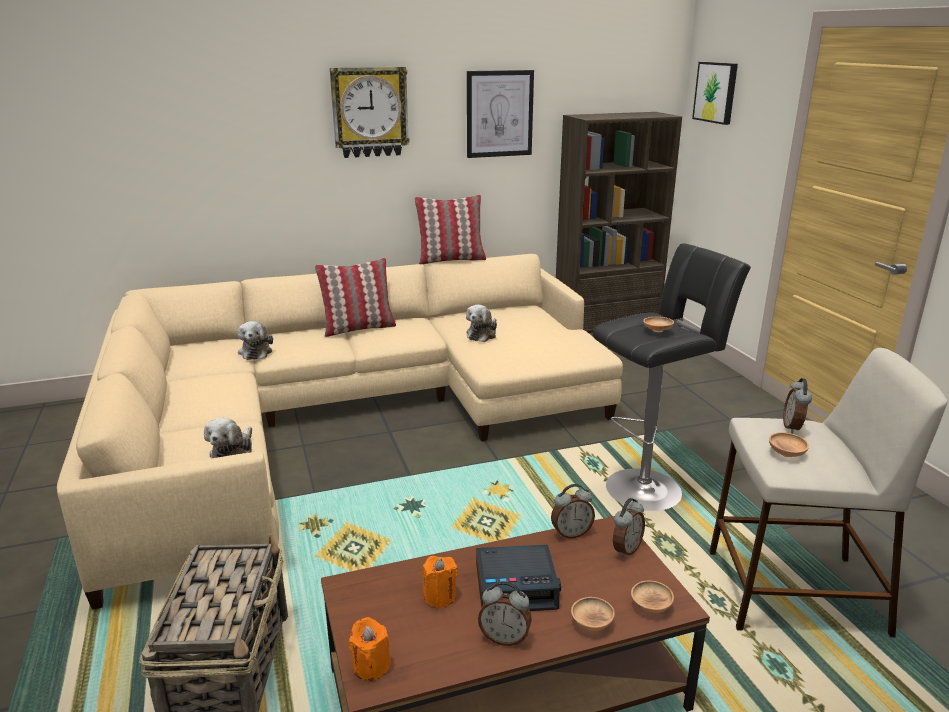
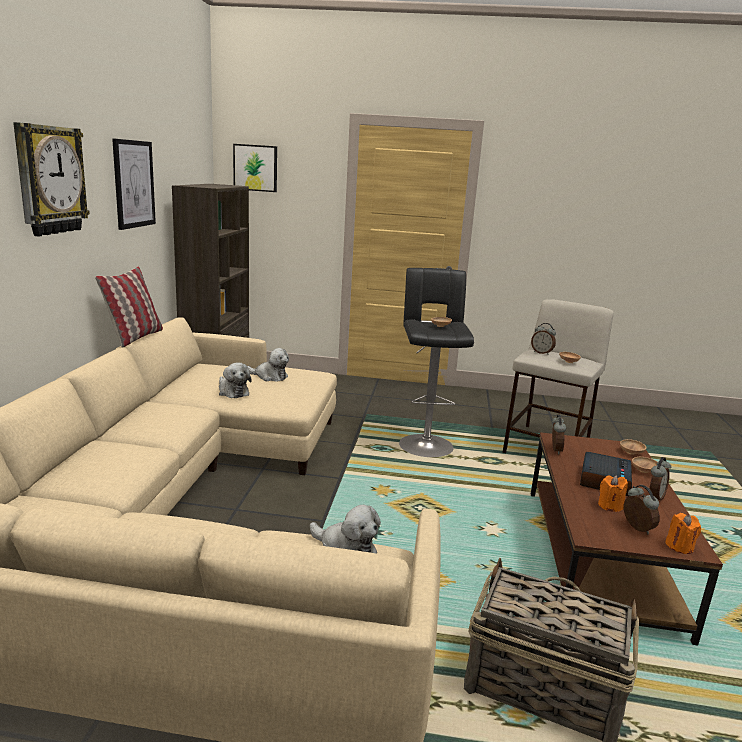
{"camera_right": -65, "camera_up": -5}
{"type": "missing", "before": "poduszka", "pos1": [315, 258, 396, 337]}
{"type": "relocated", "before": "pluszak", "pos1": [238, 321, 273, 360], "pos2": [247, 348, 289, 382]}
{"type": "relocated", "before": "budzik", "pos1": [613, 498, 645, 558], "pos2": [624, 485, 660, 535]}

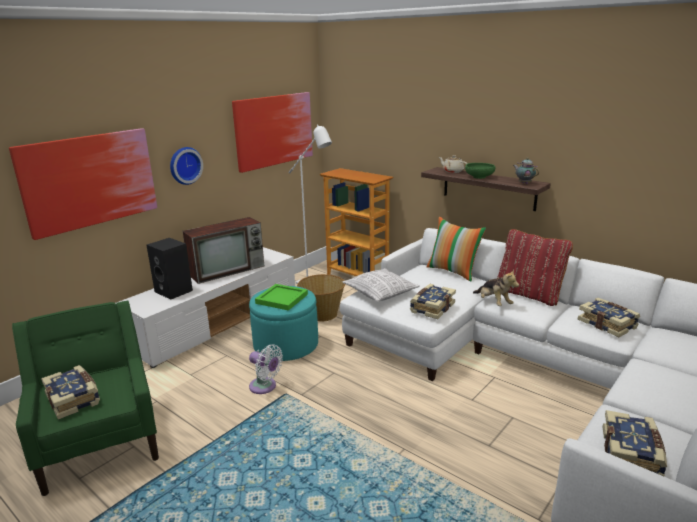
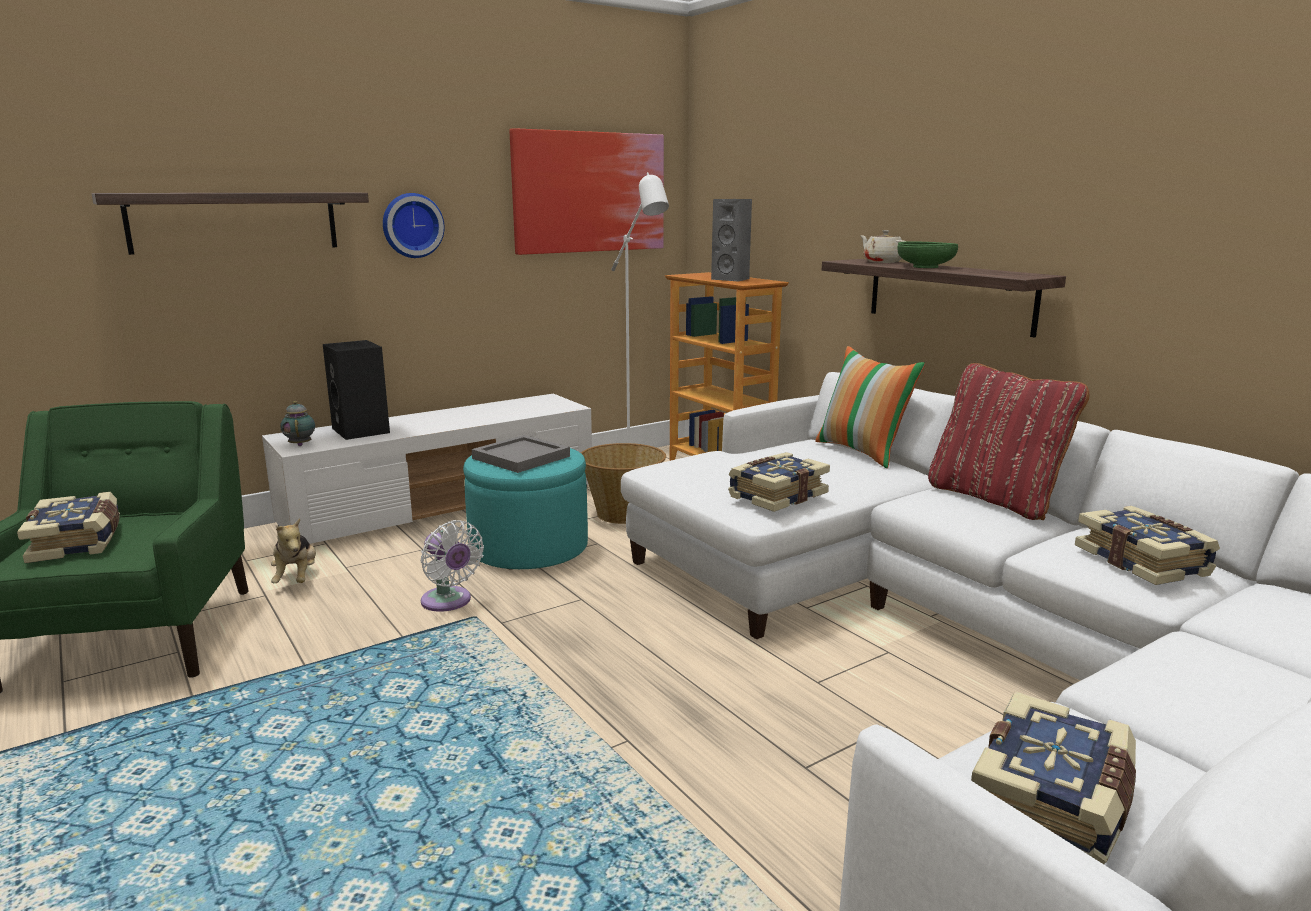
{"camera_right": 15, "camera_up": -5}
{"type": "missing", "before": "telewizor", "pos1": [183, 217, 264, 284]}
{"type": "missing", "before": "poduszka", "pos1": [342, 268, 420, 302]}
{"type": "appeared", "after": "głośnik/szary", "pos2": [711, 199, 752, 282]}
{"type": "relocated", "before": "pluszak", "pos1": [473, 269, 519, 306], "pos2": [271, 518, 316, 583]}
{"type": "relocated", "before": "imbryk", "pos1": [513, 158, 539, 184], "pos2": [280, 401, 315, 446]}
{"type": "exchanged", "before": "obraz", "after": "półka", "pos1": [9, 128, 157, 240], "pos2": [92, 193, 369, 255]}
{"type": "colour", "before": "taca/zielony", "after": "taca/szary", "pos1": [255, 284, 308, 311], "pos2": [472, 435, 570, 473]}

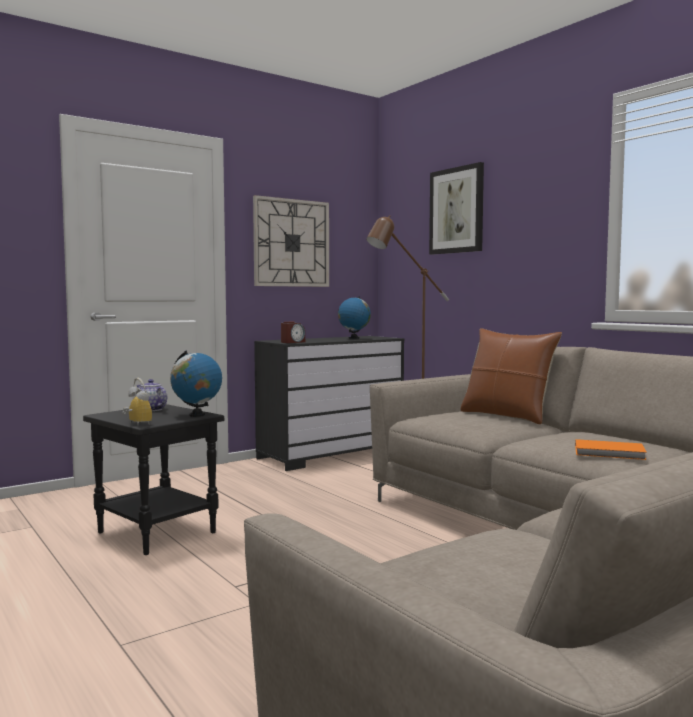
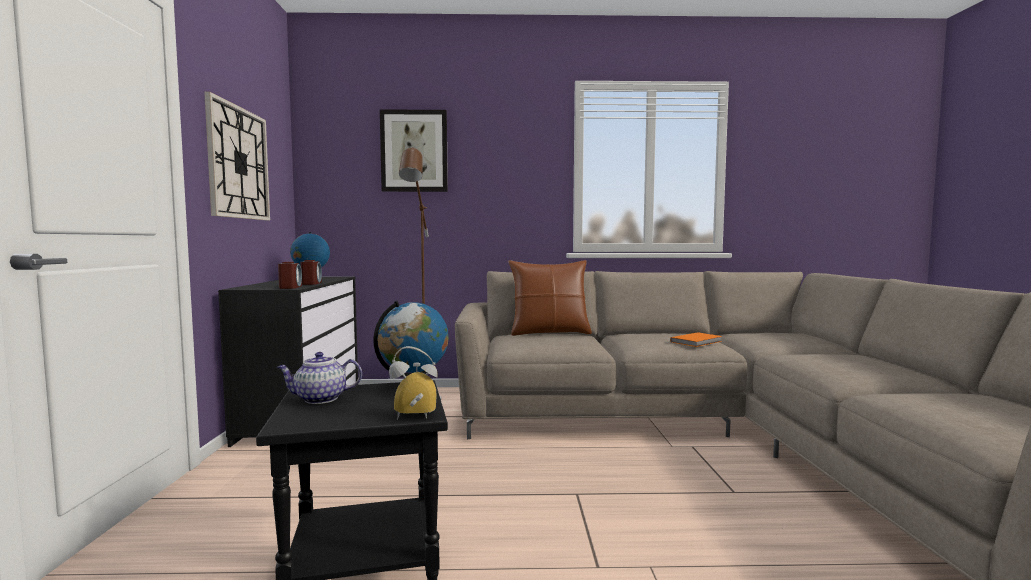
{"camera_right": -55, "camera_up": 0}
{"type": "appeared", "after": "budzik", "pos2": [301, 260, 322, 285]}

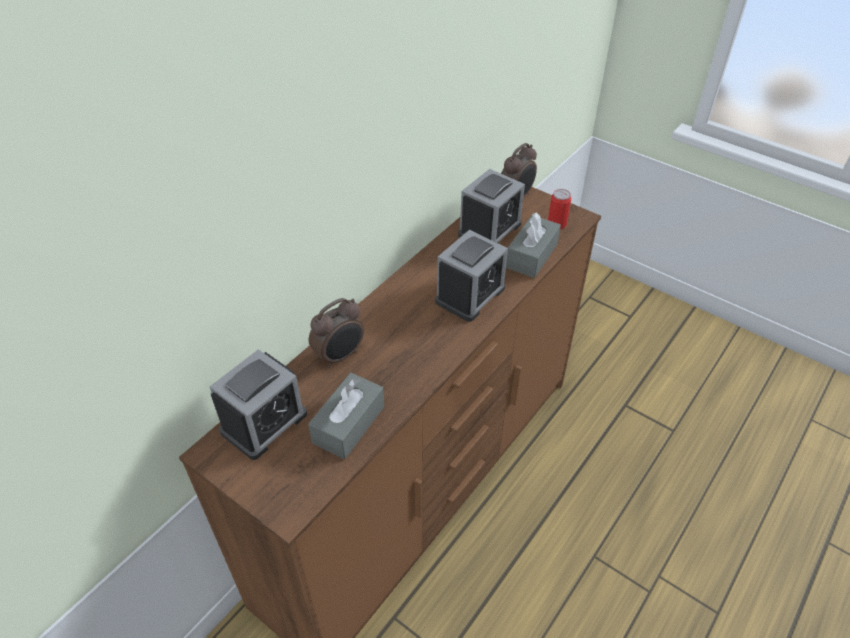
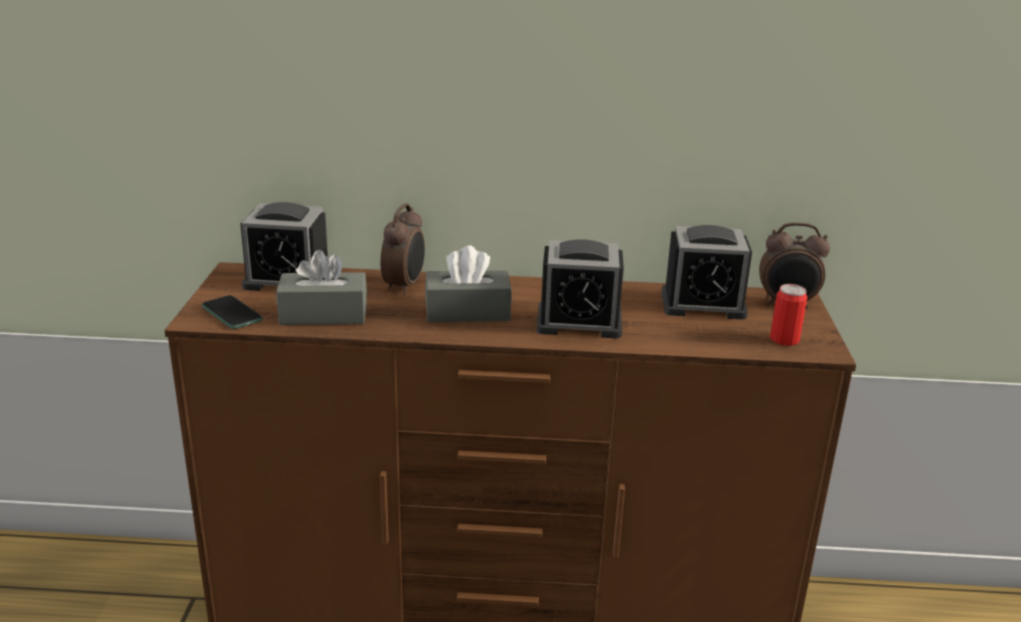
{"camera_right": 55, "camera_up": -20}
{"type": "appeared", "after": "telefon", "pos2": [202, 295, 263, 329]}
{"type": "relocated", "before": "pudełko chusteczek/szary", "pos1": [506, 212, 561, 278], "pos2": [425, 245, 512, 322]}
{"type": "spun", "before": "budzik", "pos1": [309, 298, 364, 368], "pos2": [380, 203, 425, 295], "turn": -90}

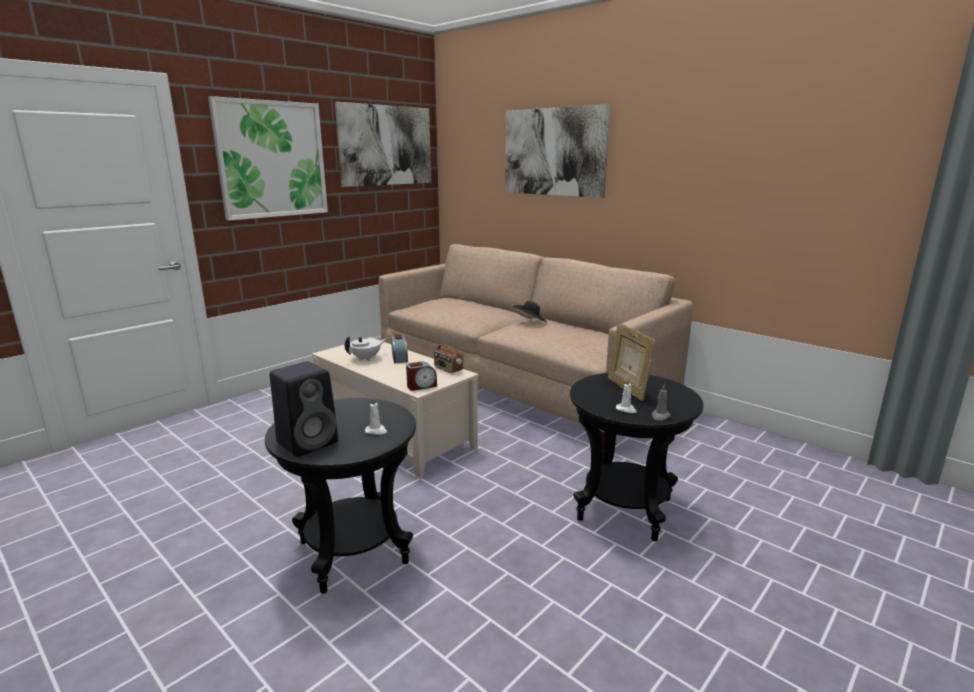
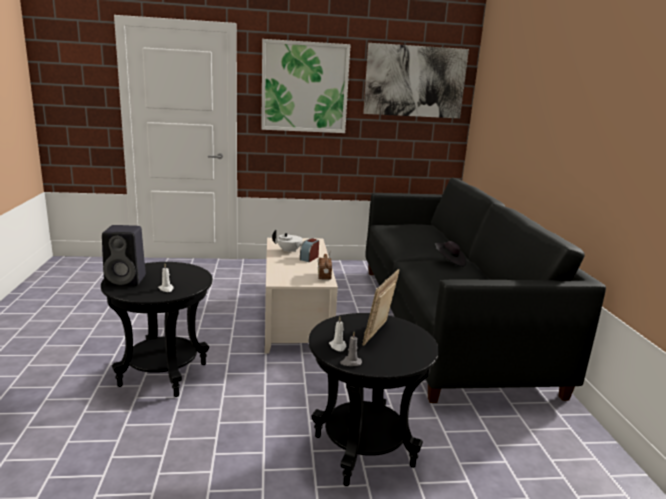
{"camera_right": 40, "camera_up": 0}
{"type": "missing", "before": "budzik", "pos1": [406, 362, 437, 391]}
{"type": "missing", "before": "obraz", "pos1": [505, 104, 611, 198]}
{"type": "colour", "before": "kanapa/beżowy", "after": "kanapa/czarny", "pos1": [379, 244, 693, 447], "pos2": [366, 178, 606, 403]}

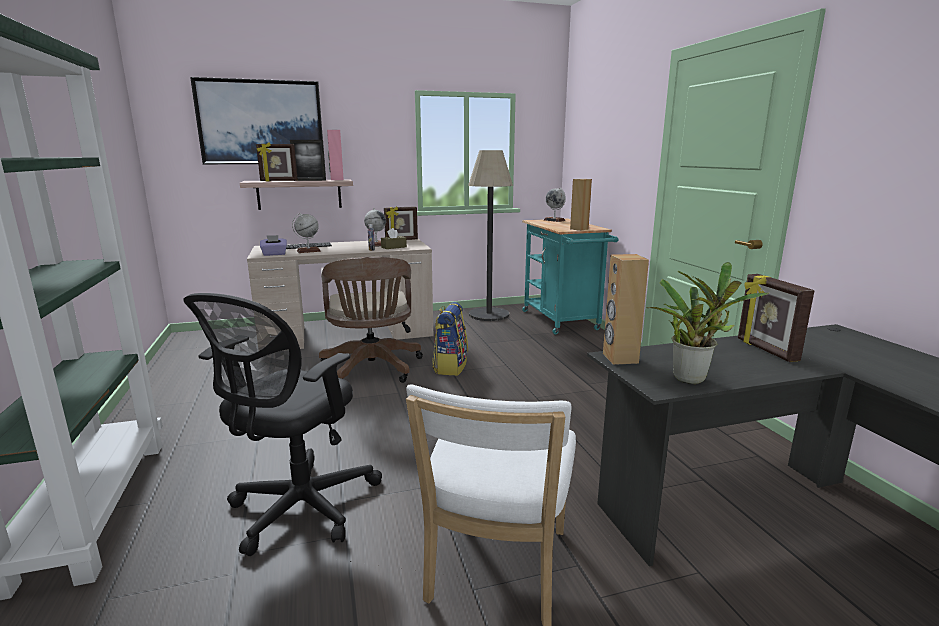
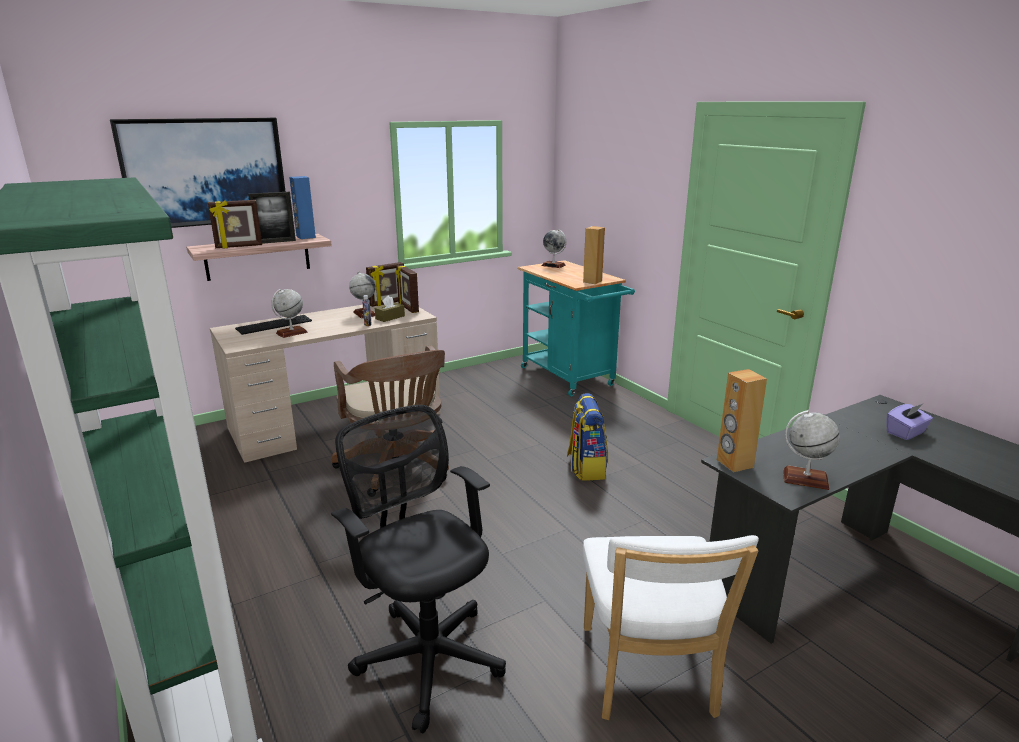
{"camera_right": -15, "camera_up": 5}
{"type": "missing", "before": "lampa stojąca", "pos1": [468, 150, 513, 321]}
{"type": "relocated", "before": "pudełko chusteczek/fioletowy", "pos1": [260, 235, 287, 256], "pos2": [886, 404, 933, 440]}
{"type": "relocated", "before": "plecak", "pos1": [432, 302, 468, 376], "pos2": [567, 393, 608, 480]}
{"type": "relocated", "before": "ramka na zdjęcie", "pos1": [738, 274, 815, 362], "pos2": [395, 265, 419, 313]}
{"type": "exchanged", "before": "roślina doniczkowa", "after": "globus", "pos1": [647, 262, 769, 384], "pos2": [783, 410, 840, 490]}
{"type": "colour", "before": "głośnik/różowy", "after": "głośnik/niebieski", "pos1": [327, 130, 344, 180], "pos2": [289, 176, 316, 239]}
{"type": "spun", "before": "krzesło biurowe/czarny", "pos1": [183, 293, 382, 556], "pos2": [331, 405, 506, 733], "turn": 135}

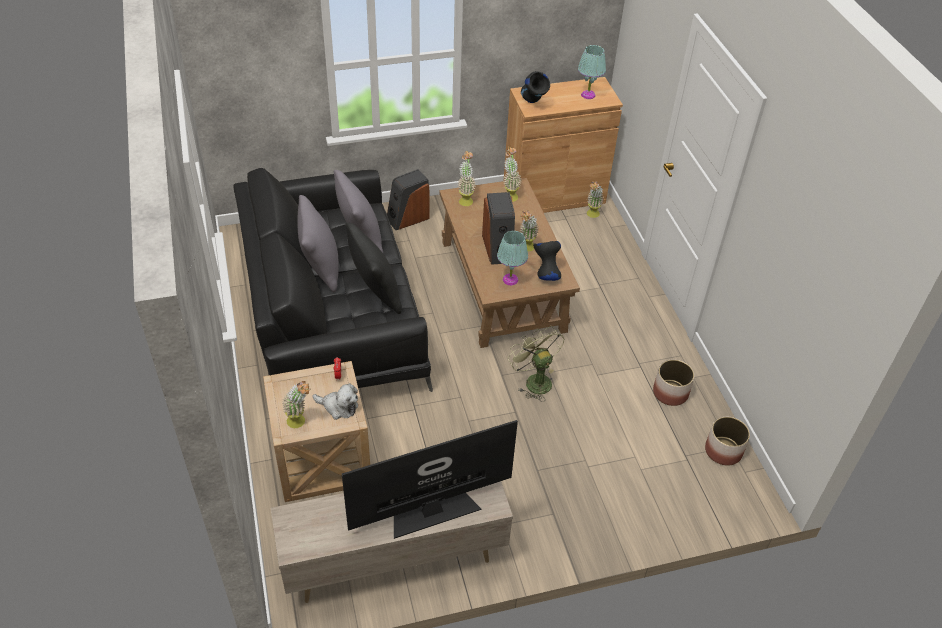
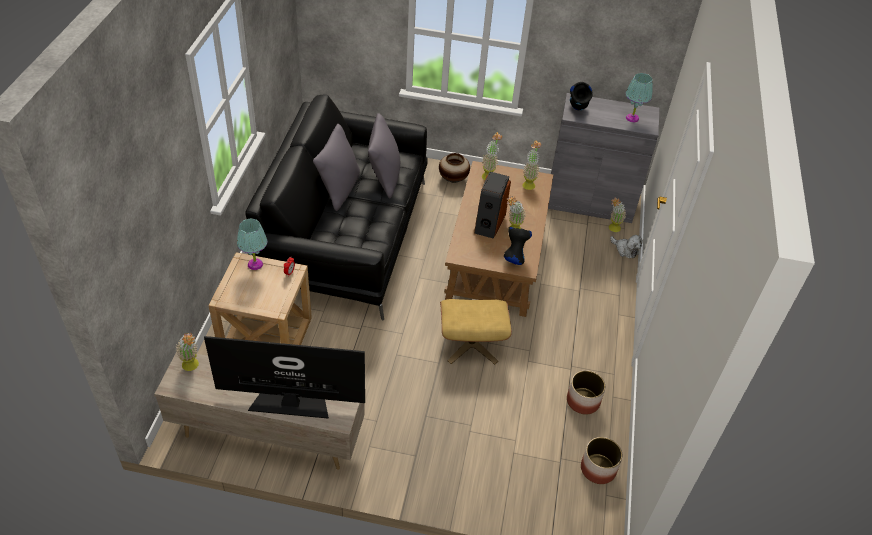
{"camera_right": 25, "camera_up": 0}
{"type": "missing", "before": "poduszka/czarny", "pos1": [345, 222, 402, 314]}
{"type": "relocated", "before": "roślina doniczkowa", "pos1": [282, 381, 311, 428], "pos2": [176, 333, 199, 371]}
{"type": "relocated", "before": "pluszak", "pos1": [312, 383, 358, 420], "pos2": [610, 235, 643, 258]}
{"type": "relocated", "before": "lampa stołowa/turkusowy", "pos1": [497, 231, 528, 286], "pos2": [237, 219, 267, 270]}
{"type": "exchanged", "before": "głośnik", "after": "wazon", "pos1": [387, 169, 430, 230], "pos2": [439, 153, 470, 183]}
{"type": "exchanged", "before": "wentylator/zielony", "after": "pufa/beżowy", "pos1": [508, 326, 564, 402], "pos2": [440, 299, 512, 364]}
{"type": "colour", "before": "szafka/brązowy", "after": "szafka/szary", "pos1": [504, 77, 623, 213], "pos2": [548, 93, 659, 223]}

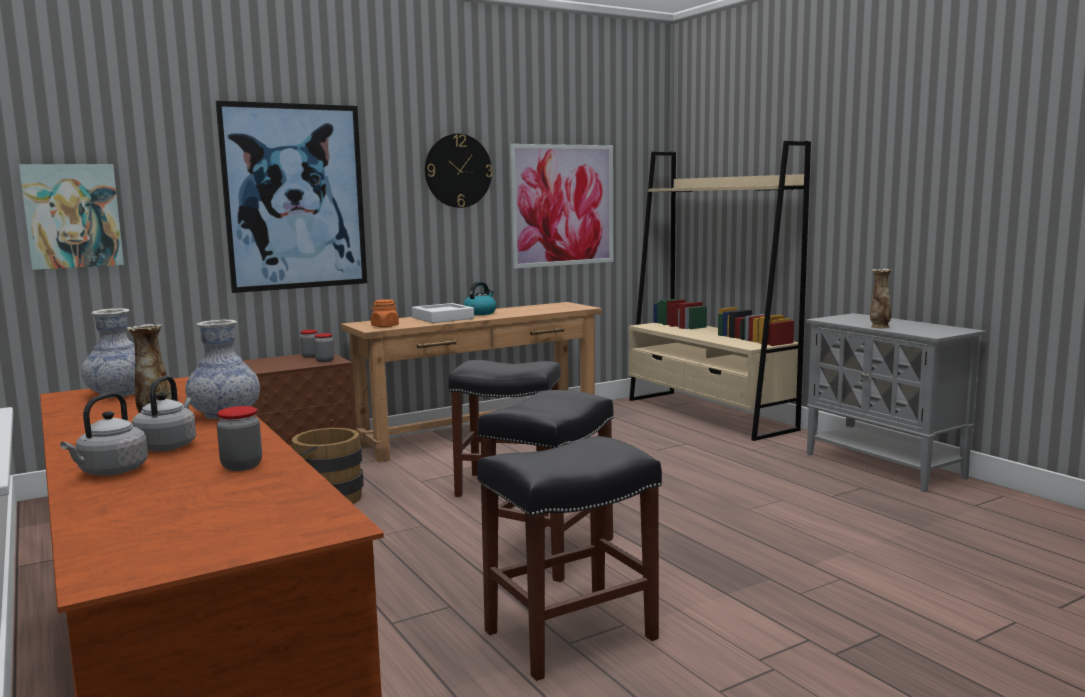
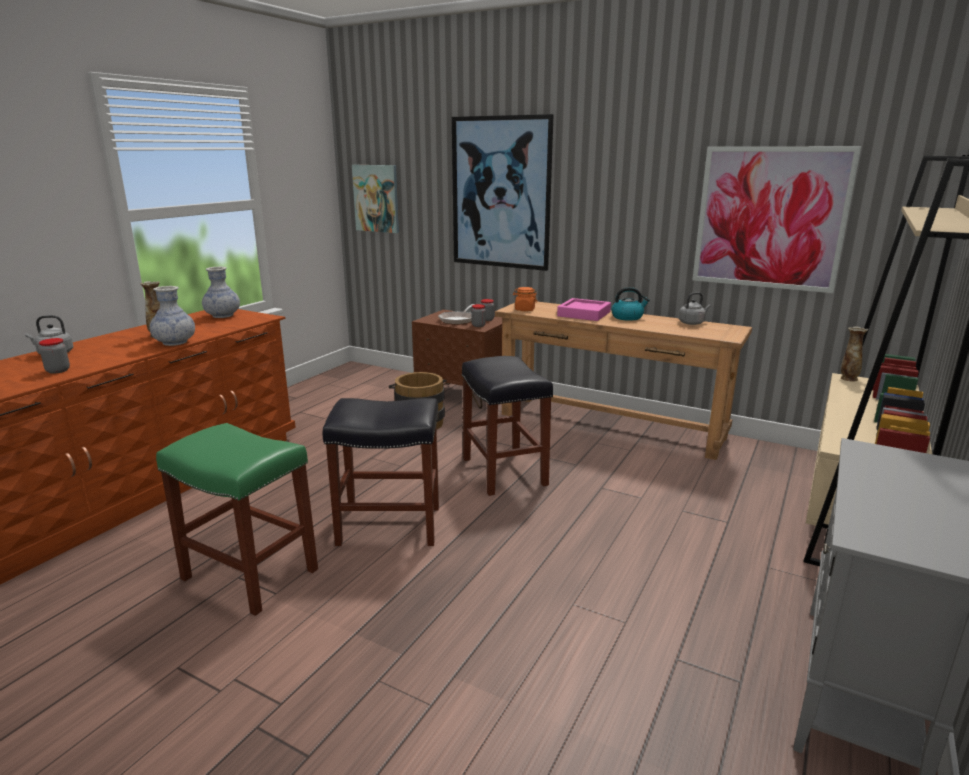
{"camera_right": 60, "camera_up": 10}
{"type": "missing", "before": "zegar ścienny", "pos1": [425, 134, 493, 208]}
{"type": "appeared", "after": "patelnia", "pos2": [438, 304, 475, 325]}
{"type": "relocated", "before": "czajnik/szary", "pos1": [132, 376, 196, 452], "pos2": [679, 292, 711, 325]}
{"type": "relocated", "before": "wazon", "pos1": [870, 269, 892, 328], "pos2": [841, 327, 868, 381]}
{"type": "colour", "before": "taca/biały", "after": "taca/różowy", "pos1": [412, 303, 474, 323], "pos2": [557, 298, 611, 321]}
{"type": "colour", "before": "stołek/czarny", "after": "stołek/zielony", "pos1": [477, 436, 662, 681], "pos2": [156, 423, 318, 616]}

